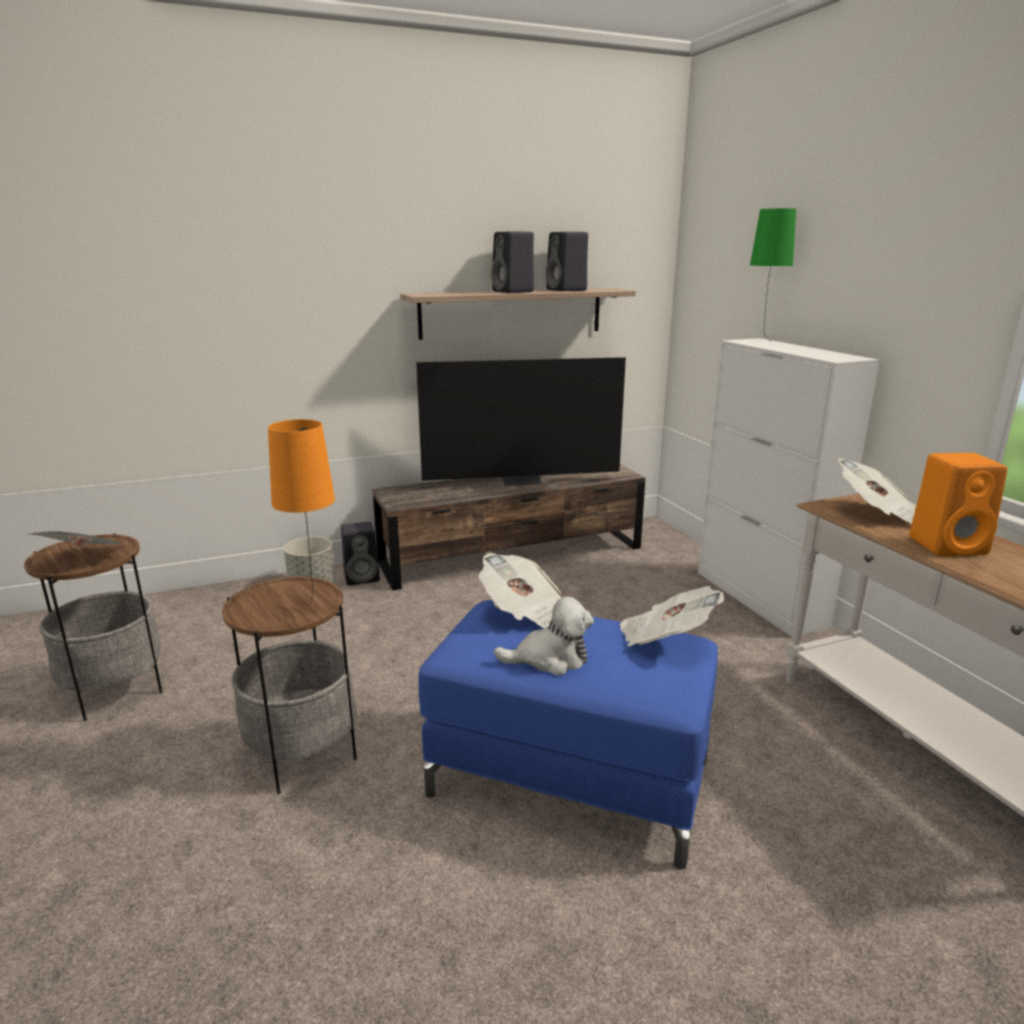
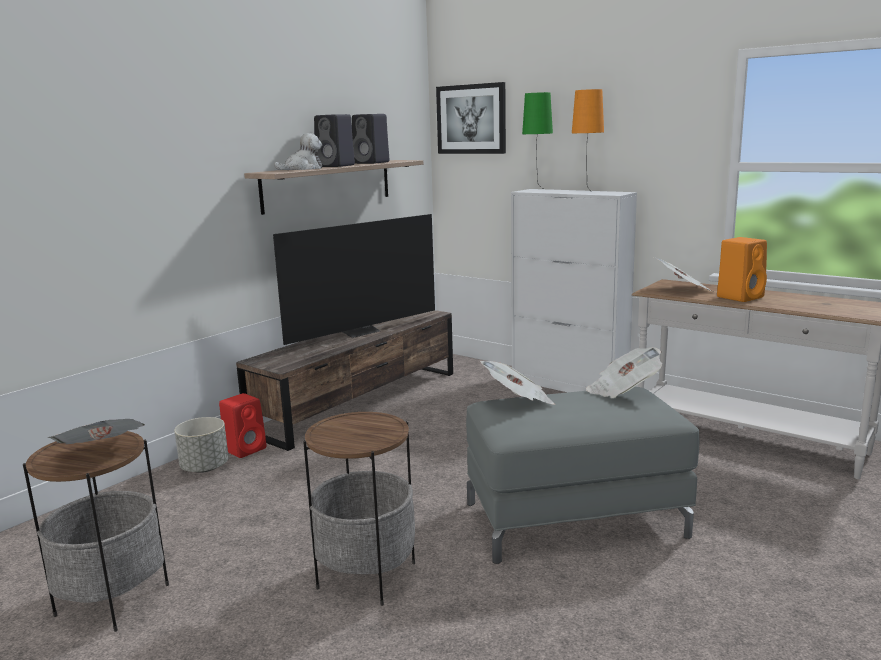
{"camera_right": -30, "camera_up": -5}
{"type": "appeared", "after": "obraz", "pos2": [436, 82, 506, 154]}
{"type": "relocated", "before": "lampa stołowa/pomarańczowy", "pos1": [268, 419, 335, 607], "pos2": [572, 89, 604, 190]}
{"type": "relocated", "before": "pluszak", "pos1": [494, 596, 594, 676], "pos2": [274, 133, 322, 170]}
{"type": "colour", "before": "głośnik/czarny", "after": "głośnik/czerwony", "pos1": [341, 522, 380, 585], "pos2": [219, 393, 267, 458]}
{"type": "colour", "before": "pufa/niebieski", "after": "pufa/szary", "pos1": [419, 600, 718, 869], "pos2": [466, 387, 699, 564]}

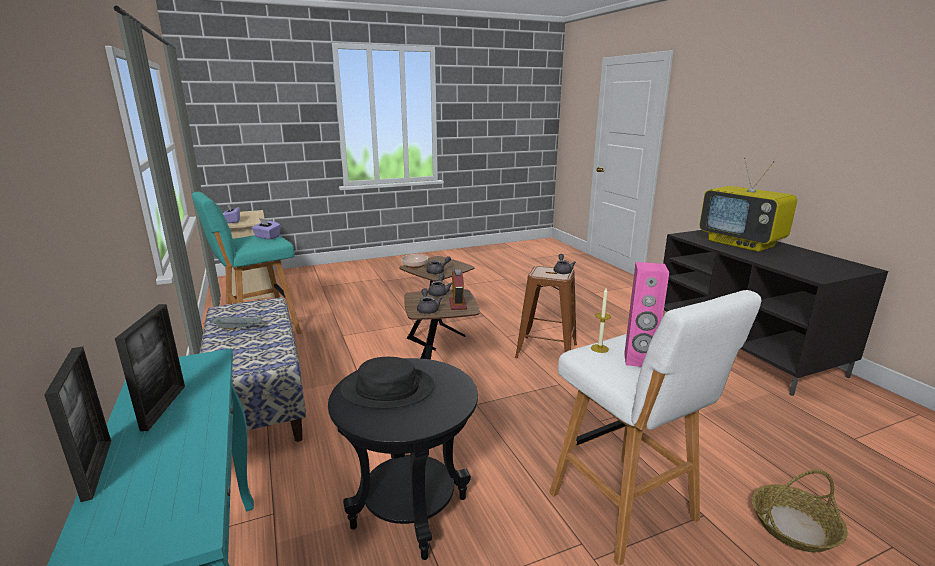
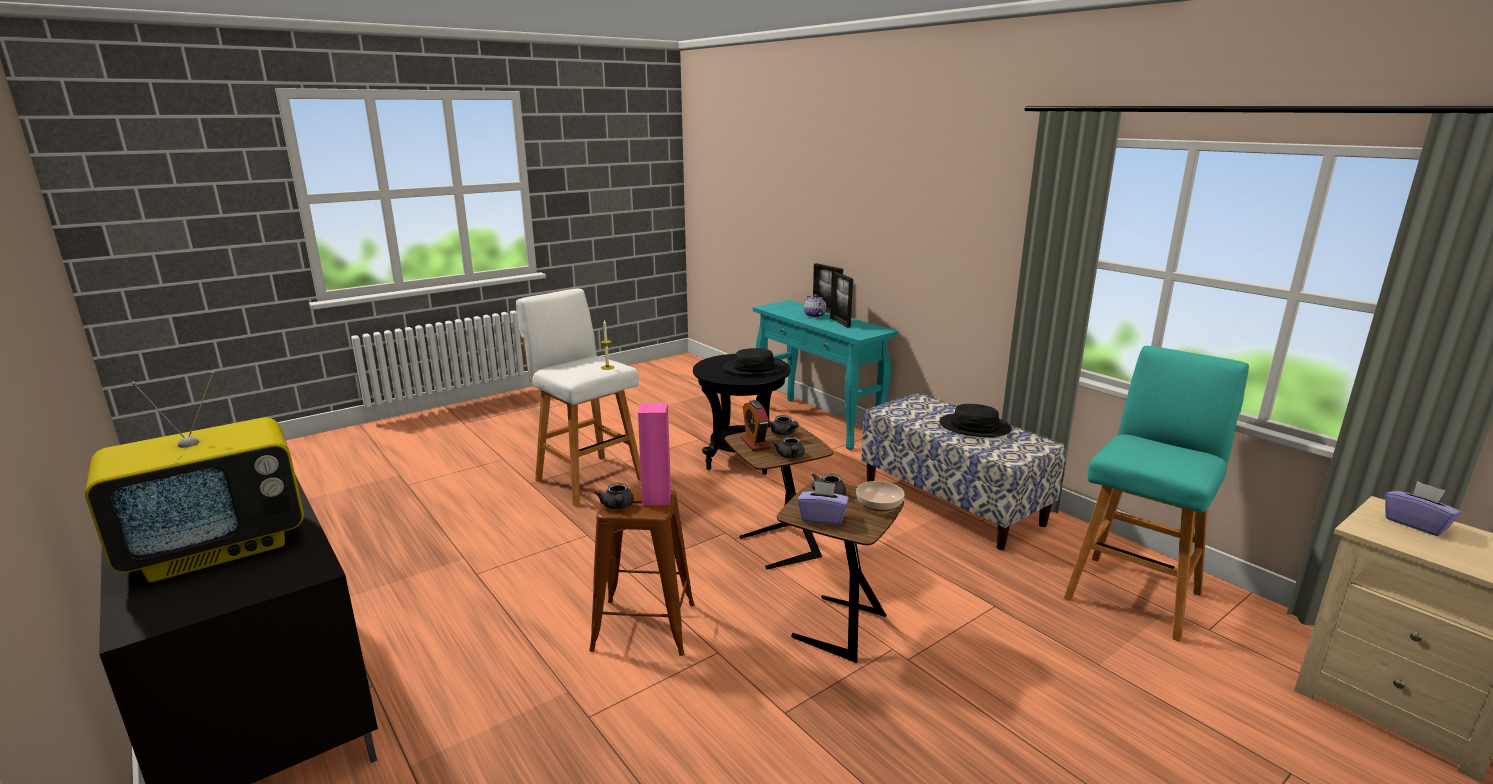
{"camera_right": 165, "camera_up": 0}
{"type": "missing", "before": "koszyk", "pos1": [752, 470, 848, 552]}
{"type": "appeared", "after": "imbryk", "pos2": [804, 294, 826, 318]}
{"type": "relocated", "before": "pudełko chusteczek/fioletowy", "pos1": [252, 218, 281, 239], "pos2": [797, 481, 849, 525]}
{"type": "relocated", "before": "głośnik/różowy", "pos1": [624, 262, 669, 367], "pos2": [638, 403, 671, 505]}
{"type": "exchanged", "before": "taca/szary", "after": "kapelusz/czarny", "pos1": [209, 316, 262, 330], "pos2": [939, 404, 1012, 437]}
{"type": "spun", "before": "telewizor", "pos1": [699, 157, 797, 252], "pos2": [85, 371, 304, 583], "turn": 105}

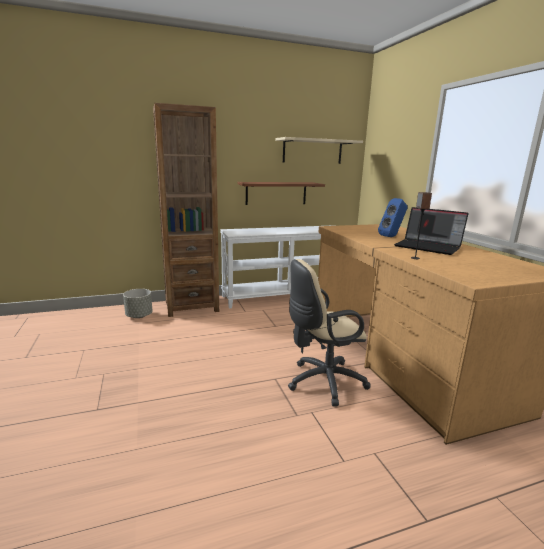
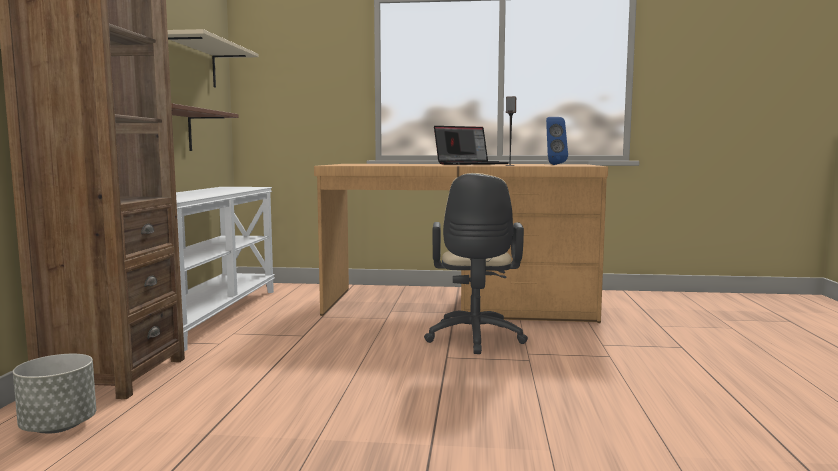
{"camera_right": -65, "camera_up": -10}
{"type": "relocated", "before": "głośnik/niebieski", "pos1": [378, 198, 408, 237], "pos2": [546, 117, 568, 165]}

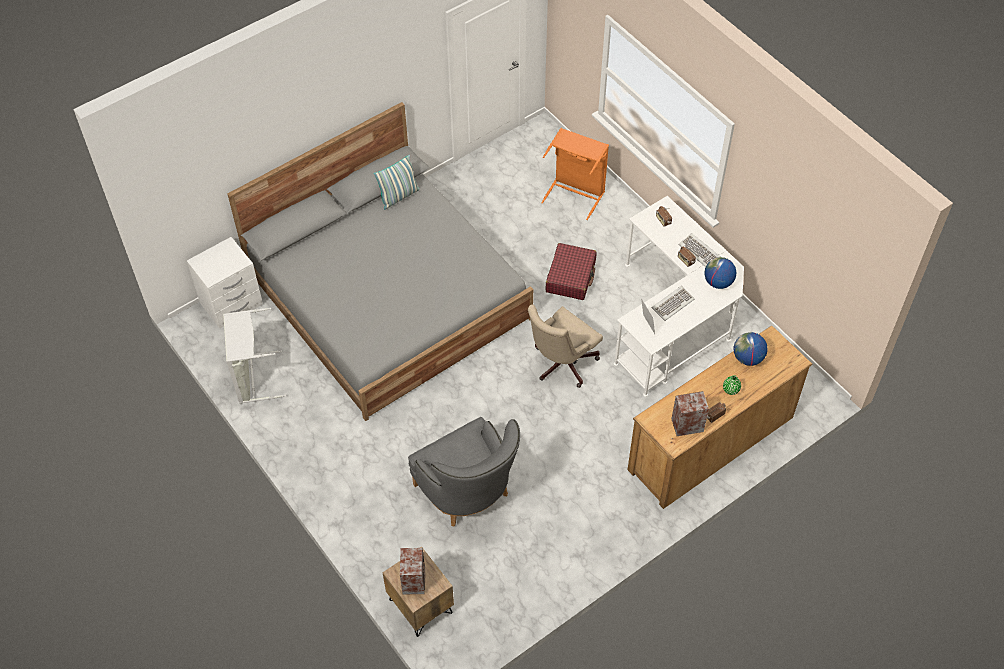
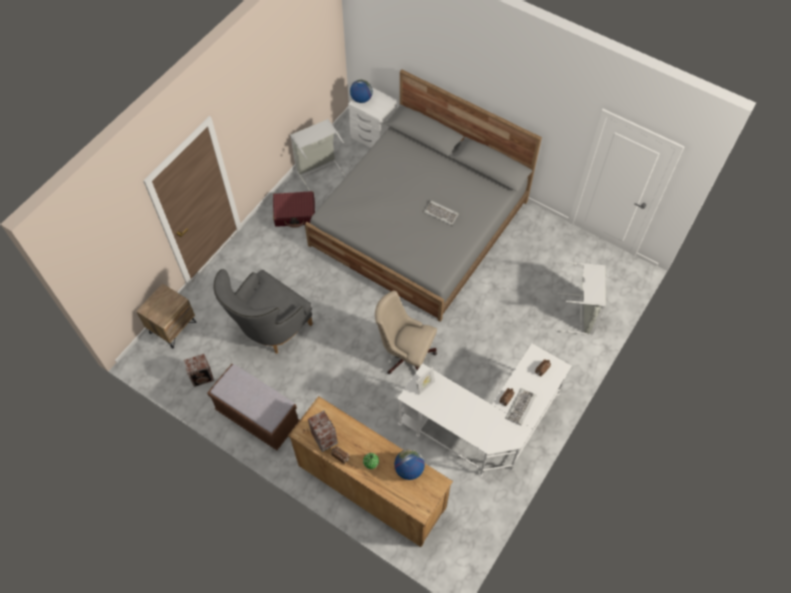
{"camera_right": 70, "camera_up": 5}
{"type": "missing", "before": "poduszka", "pos1": [374, 155, 420, 210]}
{"type": "appeared", "after": "ławka/brązowy", "pos2": [207, 364, 300, 450]}
{"type": "relocated", "before": "głośnik", "pos1": [400, 548, 425, 594], "pos2": [184, 354, 214, 387]}
{"type": "relocated", "before": "walizka/czerwony", "pos1": [546, 243, 597, 300], "pos2": [273, 191, 315, 228]}
{"type": "relocated", "before": "klawiatura", "pos1": [652, 286, 694, 321], "pos2": [424, 201, 459, 225]}
{"type": "relocated", "before": "globus", "pos1": [704, 257, 736, 289], "pos2": [350, 80, 373, 103]}
{"type": "colour", "before": "kosz na pranie/pomarańczowy", "after": "kosz na pranie/szary", "pos1": [541, 128, 609, 220], "pos2": [556, 262, 606, 335]}

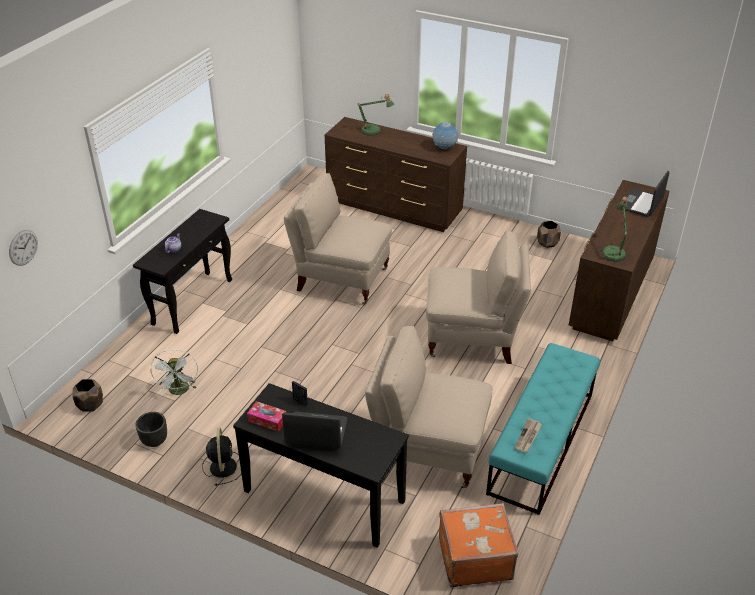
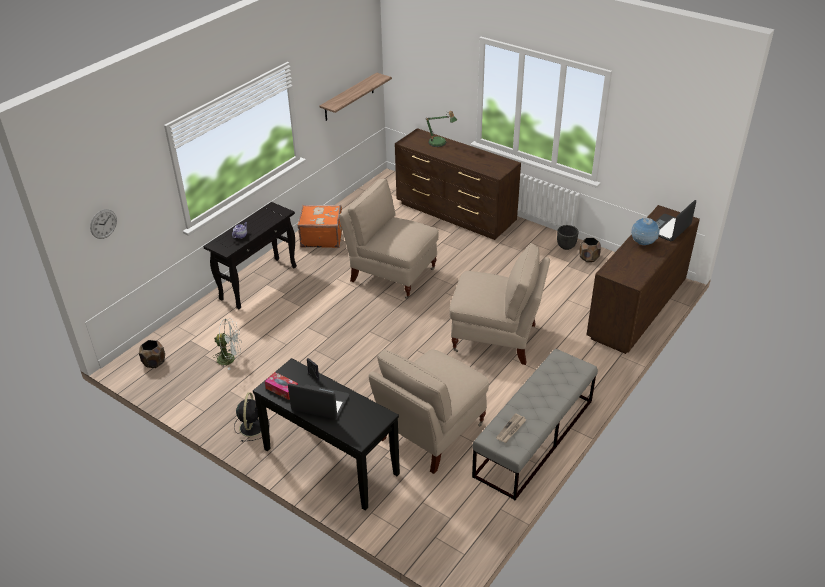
{"camera_right": 10, "camera_up": 0}
{"type": "missing", "before": "lampa stołowa", "pos1": [601, 197, 628, 262]}
{"type": "appeared", "after": "półka", "pos2": [319, 73, 392, 121]}
{"type": "relocated", "before": "donica/czarny", "pos1": [135, 412, 167, 447], "pos2": [557, 225, 579, 250]}
{"type": "relocated", "before": "globus", "pos1": [432, 122, 458, 149], "pos2": [631, 218, 660, 245]}
{"type": "relocated", "before": "walizka/pomarańczowy", "pos1": [439, 503, 519, 587], "pos2": [298, 205, 342, 248]}
{"type": "colour", "before": "ławka/turkusowy", "after": "ławka/szary", "pos1": [486, 343, 600, 515], "pos2": [472, 349, 598, 500]}
{"type": "spun", "before": "wentylator/biały", "pos1": [150, 349, 198, 396], "pos2": [214, 319, 242, 370], "turn": -90}
{"type": "spun", "before": "krzesło/beżowy", "pos1": [365, 326, 492, 488], "pos2": [369, 349, 489, 474], "turn": -75}

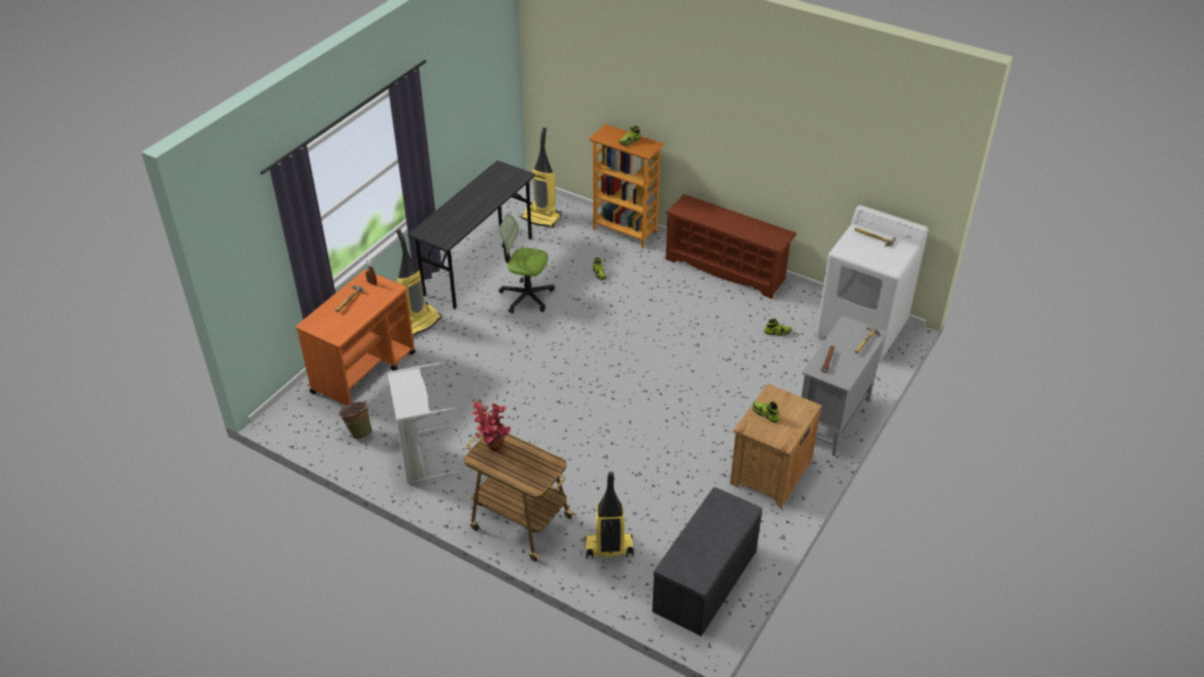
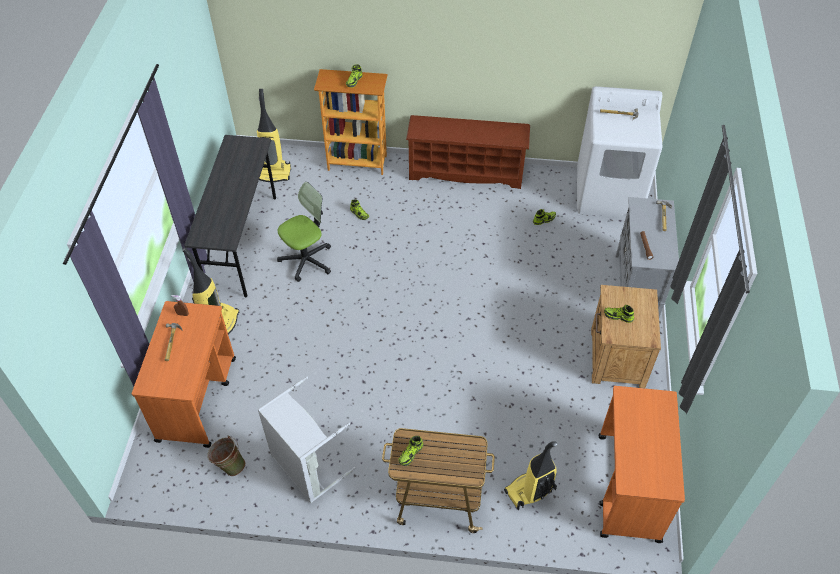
{"camera_right": -25, "camera_up": 10}
{"type": "exchanged", "before": "roślina doniczkowa", "after": "but", "pos1": [472, 401, 510, 451], "pos2": [398, 436, 423, 466]}
{"type": "exchanged", "before": "ławka/szary", "after": "wózek/pomarańczowy", "pos1": [652, 487, 762, 637], "pos2": [599, 386, 685, 543]}
{"type": "spun", "before": "krzesło biurowe", "pos1": [499, 213, 555, 313], "pos2": [277, 182, 331, 282], "turn": 150}

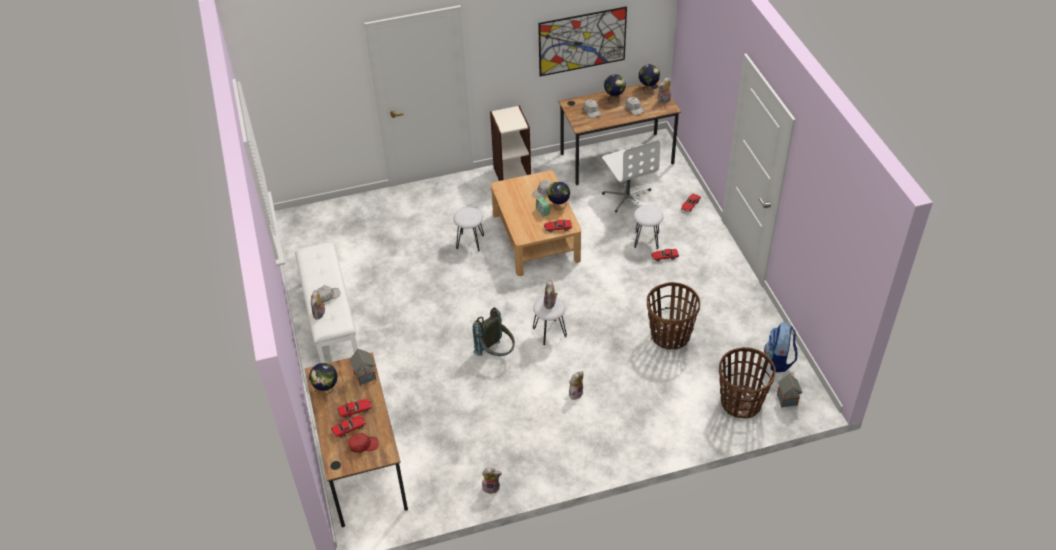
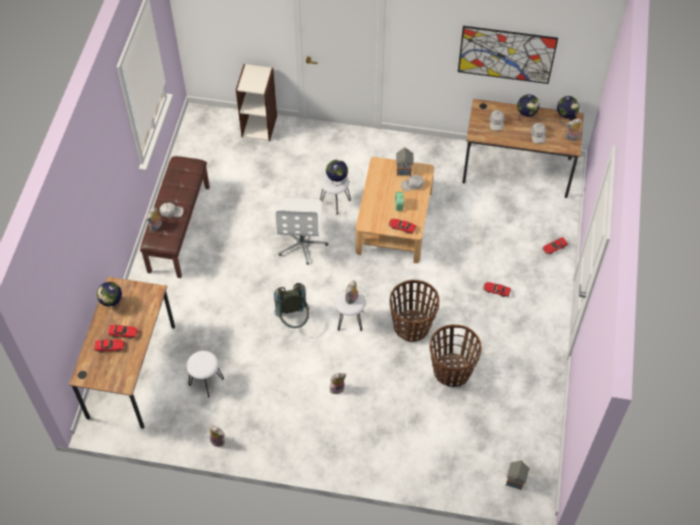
{"camera_right": 25, "camera_up": 10}
{"type": "missing", "before": "czapka z daszkiem/czerwony", "pos1": [348, 433, 378, 453]}
{"type": "missing", "before": "plecak", "pos1": [764, 322, 797, 372]}
{"type": "relocated", "before": "domek", "pos1": [350, 349, 376, 386], "pos2": [396, 147, 413, 176]}
{"type": "relocated", "before": "regał", "pos1": [490, 106, 531, 181], "pos2": [236, 64, 277, 141]}
{"type": "relocated", "before": "globus", "pos1": [547, 181, 570, 210], "pos2": [326, 159, 348, 186]}
{"type": "relocated", "before": "krzesło biurowe/biały", "pos1": [602, 140, 660, 213], "pos2": [276, 198, 328, 265]}
{"type": "relocated", "before": "stołek/biały", "pos1": [634, 205, 664, 249], "pos2": [187, 351, 224, 397]}
{"type": "relocated", "before": "koszyk", "pos1": [719, 347, 776, 418], "pos2": [389, 280, 440, 342]}
{"type": "colour", "before": "ławka/biały", "after": "ławka/brązowy", "pos1": [295, 243, 358, 363], "pos2": [140, 156, 210, 278]}

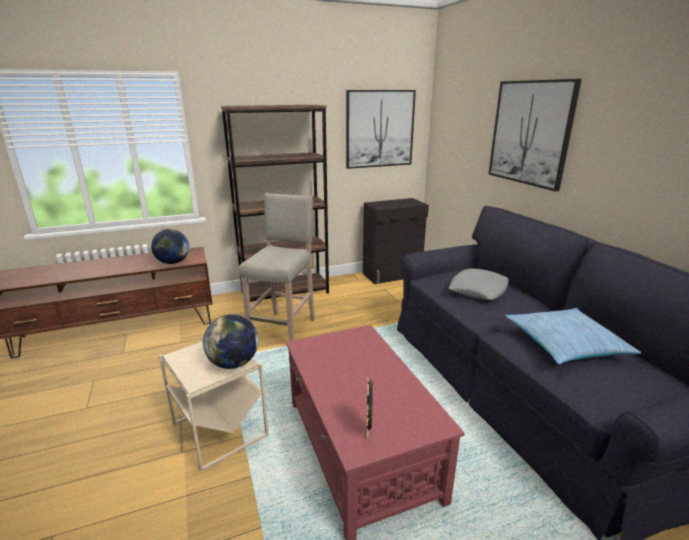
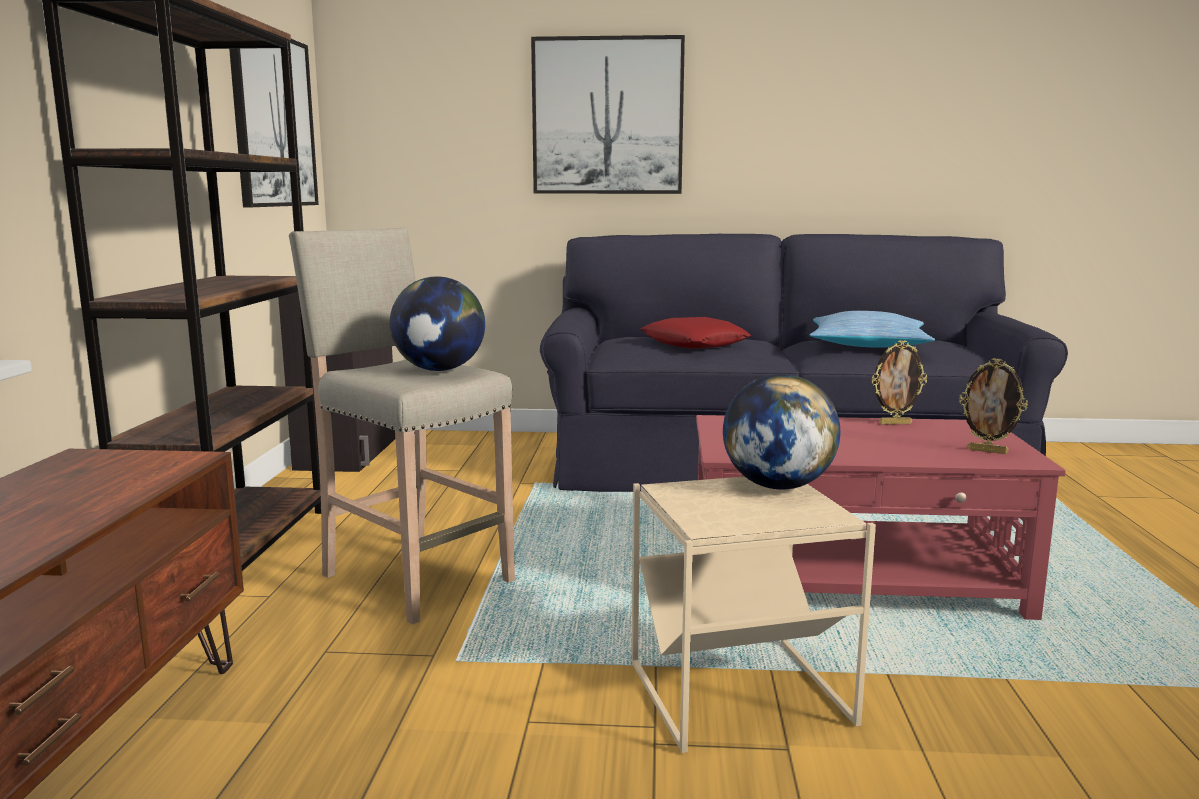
{"camera_right": -65, "camera_up": -10}
{"type": "appeared", "after": "ramka na zdjęcie", "pos2": [872, 340, 927, 425]}
{"type": "relocated", "before": "globus", "pos1": [151, 229, 189, 264], "pos2": [390, 276, 485, 371]}
{"type": "colour", "before": "poduszka/szary", "after": "poduszka/czerwony", "pos1": [449, 269, 509, 300], "pos2": [640, 317, 751, 349]}

